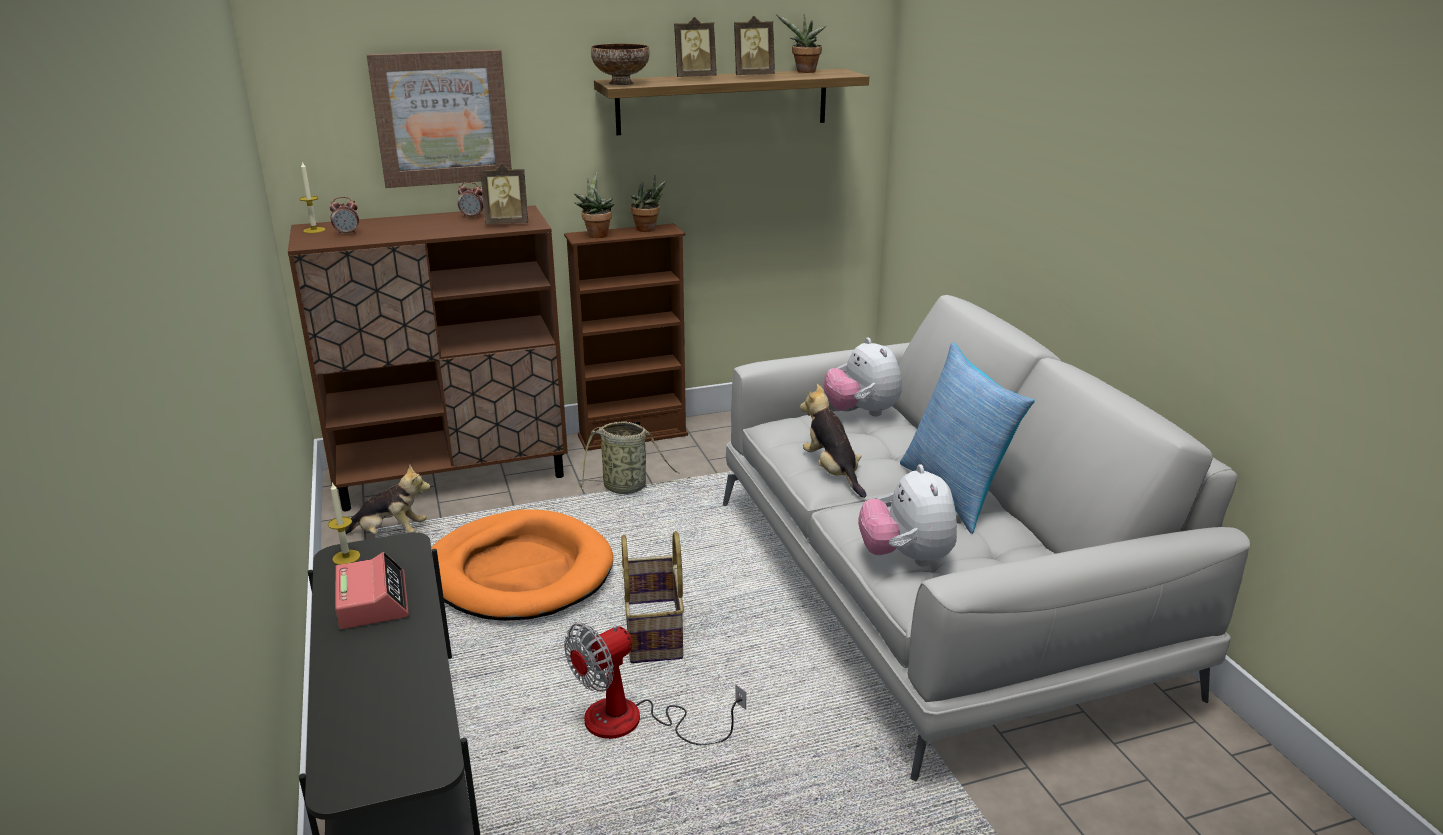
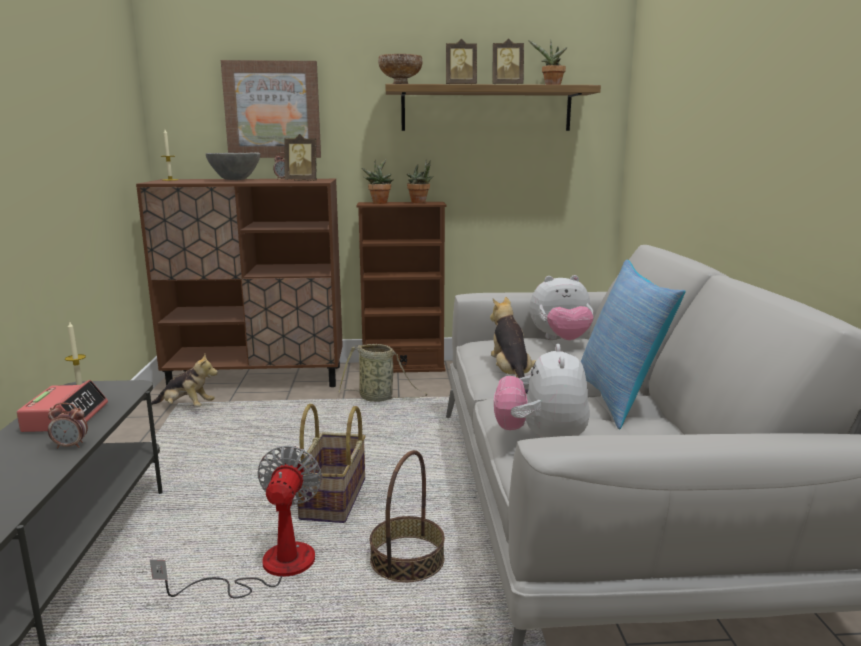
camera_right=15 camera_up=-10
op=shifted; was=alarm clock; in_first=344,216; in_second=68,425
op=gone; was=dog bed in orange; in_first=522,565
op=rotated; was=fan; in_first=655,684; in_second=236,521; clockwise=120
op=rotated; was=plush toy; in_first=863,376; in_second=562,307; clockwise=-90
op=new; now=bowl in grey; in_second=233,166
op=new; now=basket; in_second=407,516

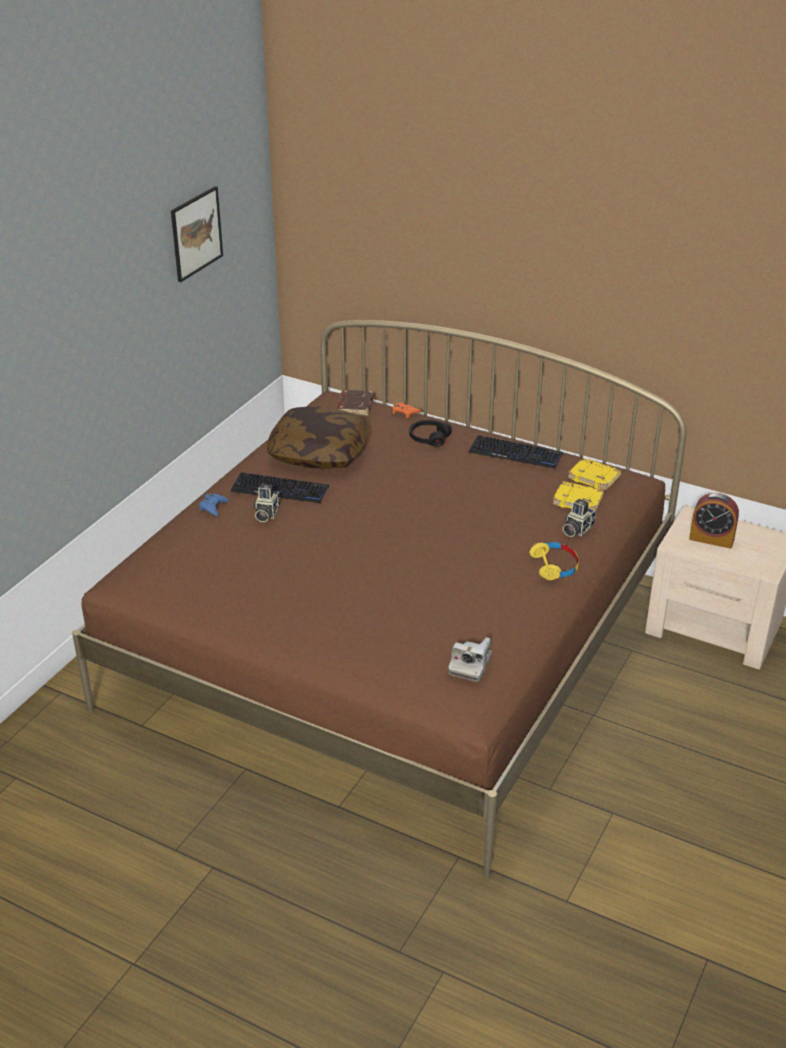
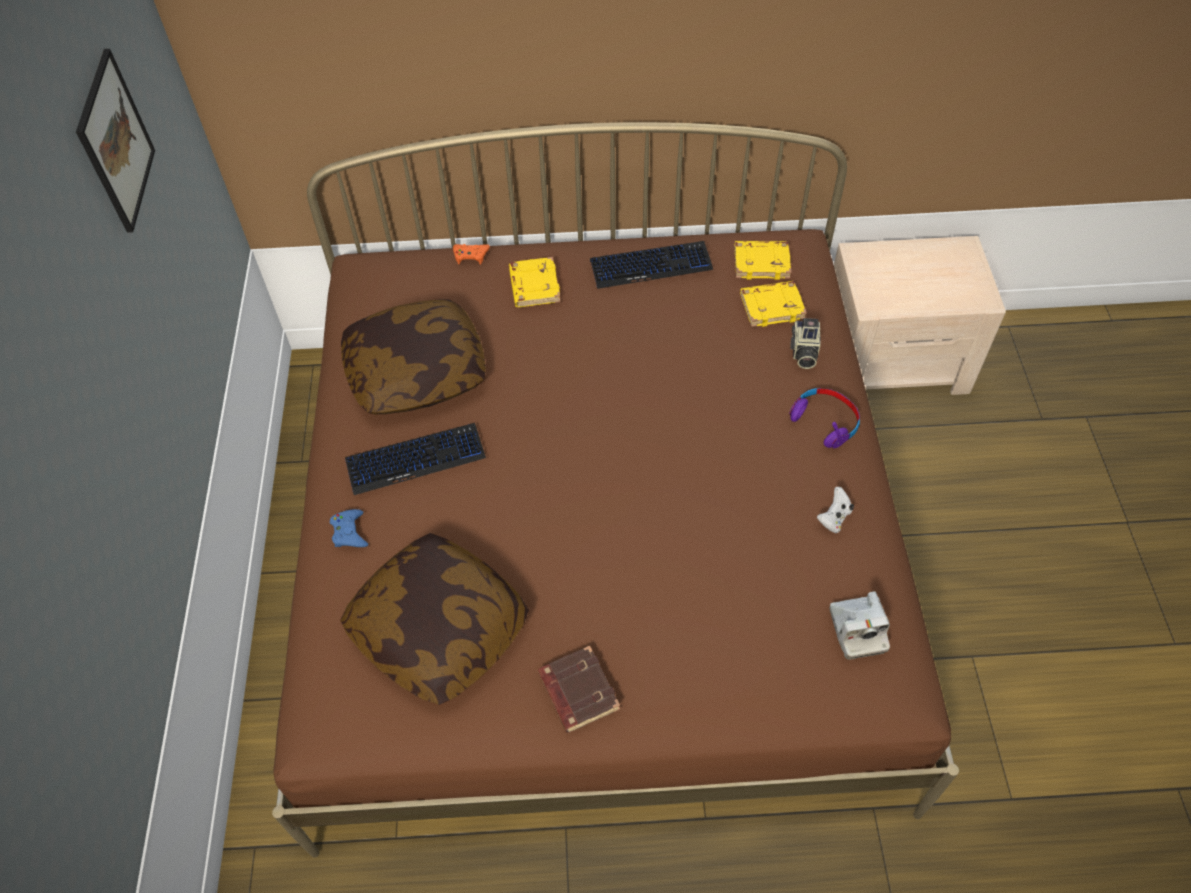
camera_right=-30 camera_up=20
op=gone; was=photo camera; in_first=266,503
op=shifted; was=book in brown; in_first=355,403; in_second=579,689
op=swapped; was=headphones in black; now=book in yellow; in_first=430,433; in_second=535,282
op=repainted; was=headphones in yellow; now=headphones in purple; in_first=554,561; in_second=824,418
op=gone; was=alarm clock; in_first=714,521
op=new; now=pillow; in_second=434,619
op=new; now=game controller in white; in_second=835,510

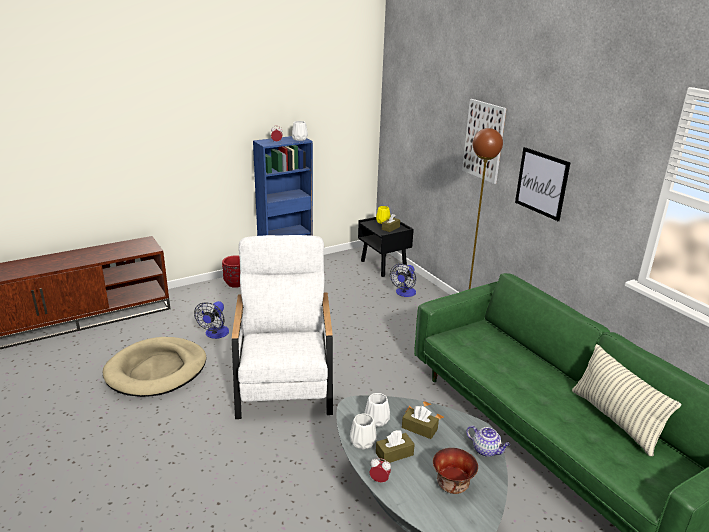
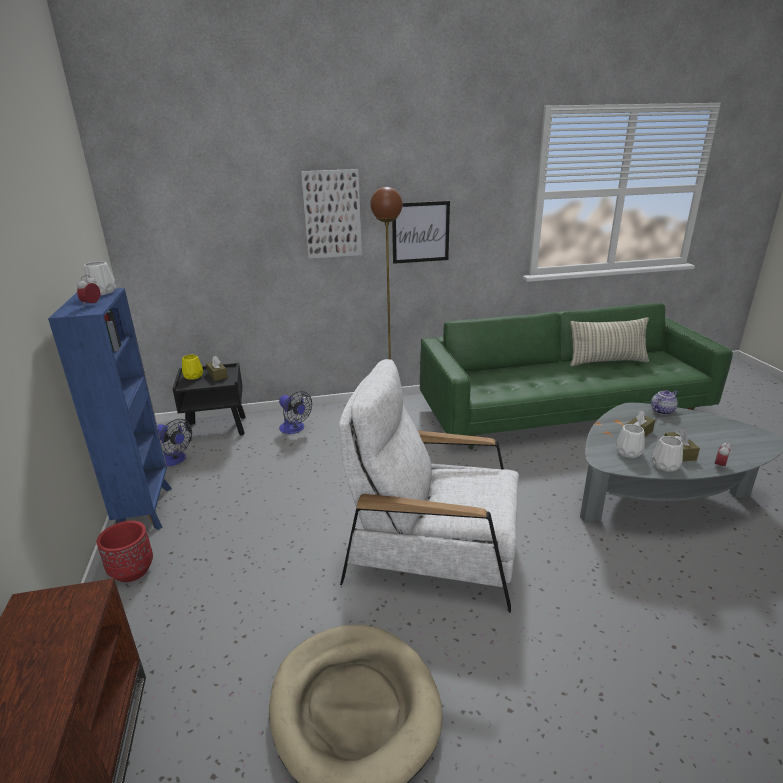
camera_right=-70 camera_up=0
op=shifted; was=fan; in_first=211,320; in_second=174,443
op=gone; was=bowl; in_first=455,471

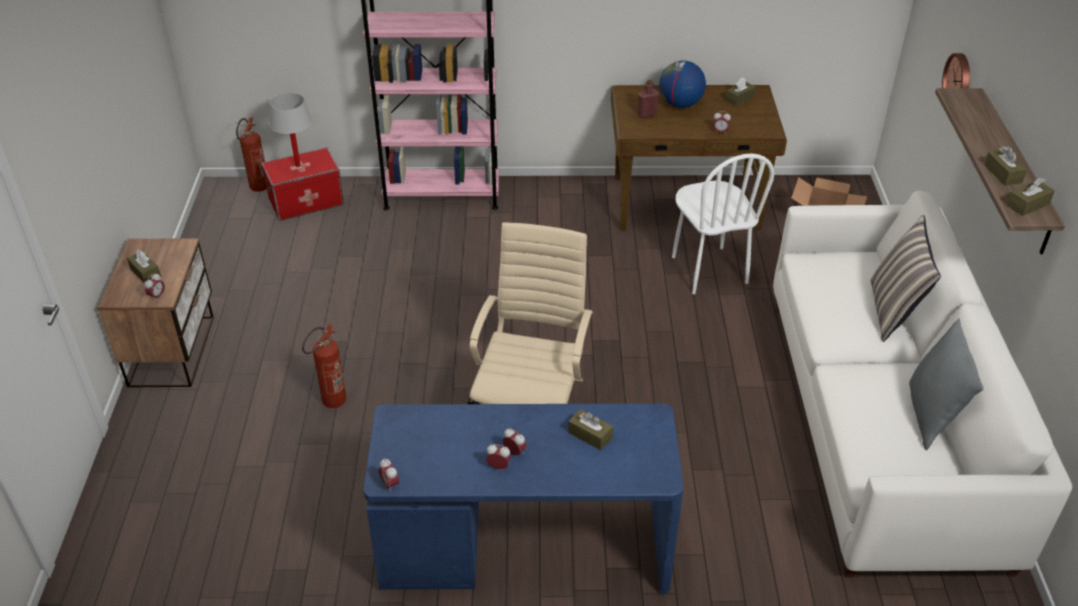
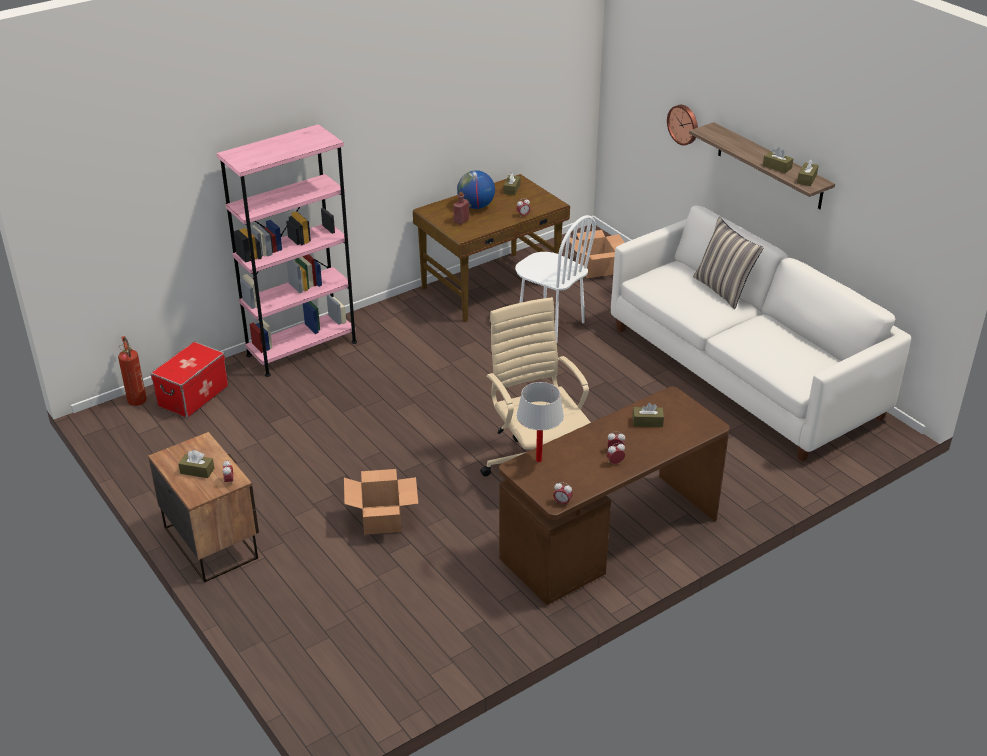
camera_right=-35 camera_up=-5
op=shifted; was=table lamp in white; in_first=290,130; in_second=540,422
op=swapped; was=fire extinguisher; now=cardboard box; in_first=324,365; in_second=381,502
op=repainted; was=desk in blue; now=desk in brown; in_first=523,499; in_second=614,496
op=gone; was=pillow in grey; in_first=946,384

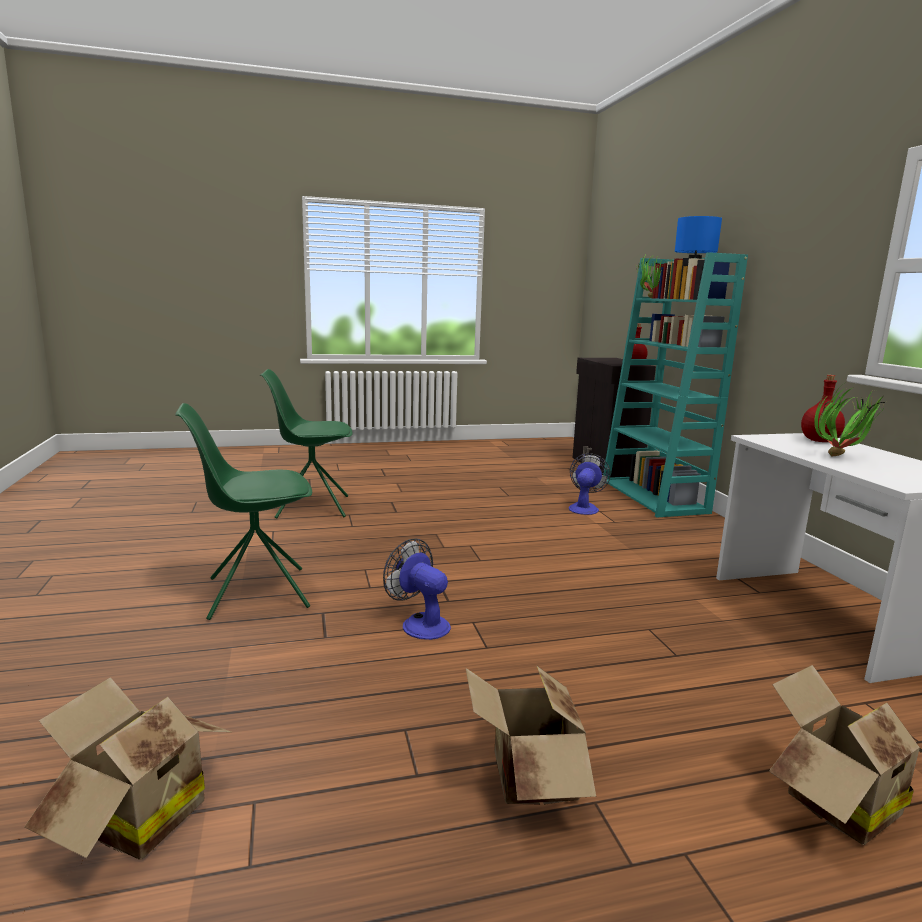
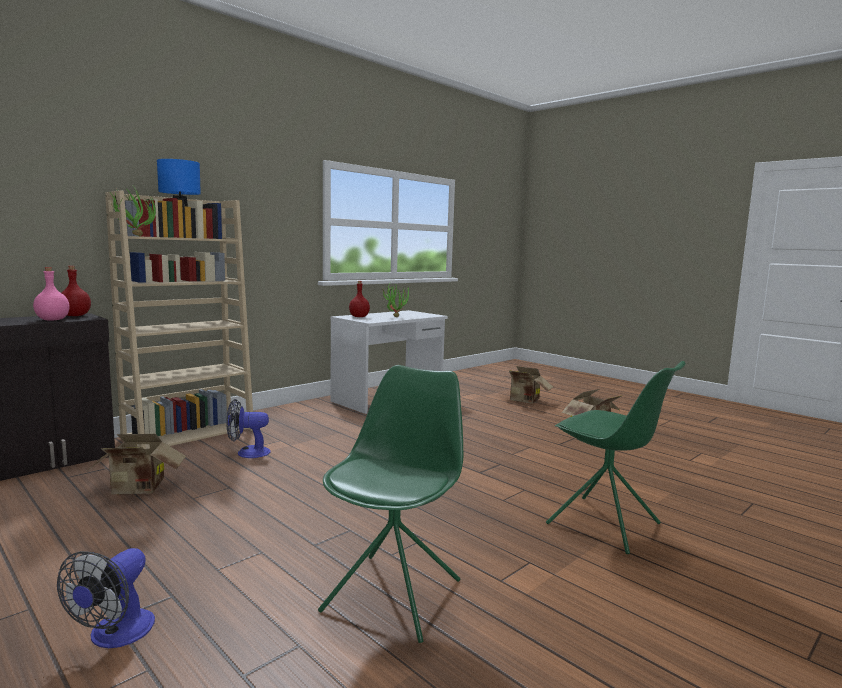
camera_right=-120 camera_up=-5
op=shifted; was=cardboard box; in_first=127,768; in_second=136,464
op=rotated; was=chair in green; in_first=306,444; in_second=390,504; clockwise=-120
op=shifted; was=fan; in_first=417,589; in_second=106,598
op=repainted; was=bookcase in turquoise; now=bookcase in beige; in_first=675,384; in_second=179,319
op=new; now=bottle in pink; in_second=51,294

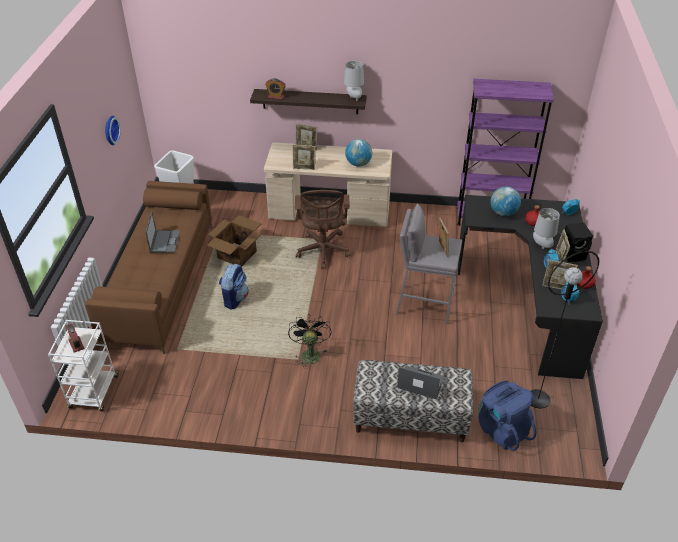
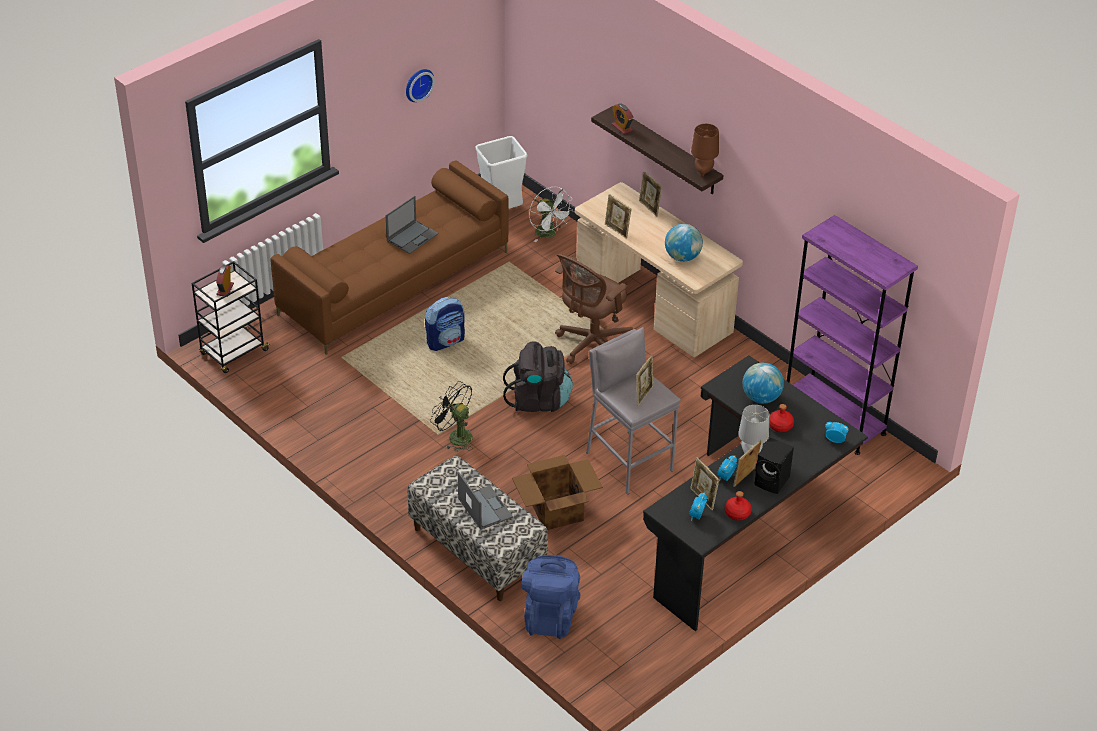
camera_right=40 camera_up=0
op=repainted; was=cart in white; now=cart in black; in_first=83,365; in_second=231,317
op=shifted; was=cardboard box; in_first=234,241; in_second=557,492
op=rotated; was=fan in black; in_first=309,342; in_second=451,416; clockwise=-90
op=repainted; was=table lamp in grey; now=table lamp in brown; in_first=354,81; in_second=705,150
op=gone; was=floor lamp in black; in_first=565,330
op=new; now=backpack in black; in_second=538,376
op=new; now=fan in white; in_second=551,214

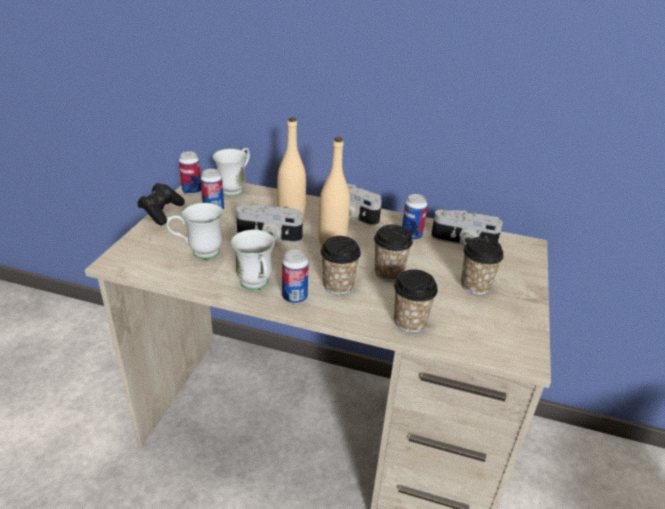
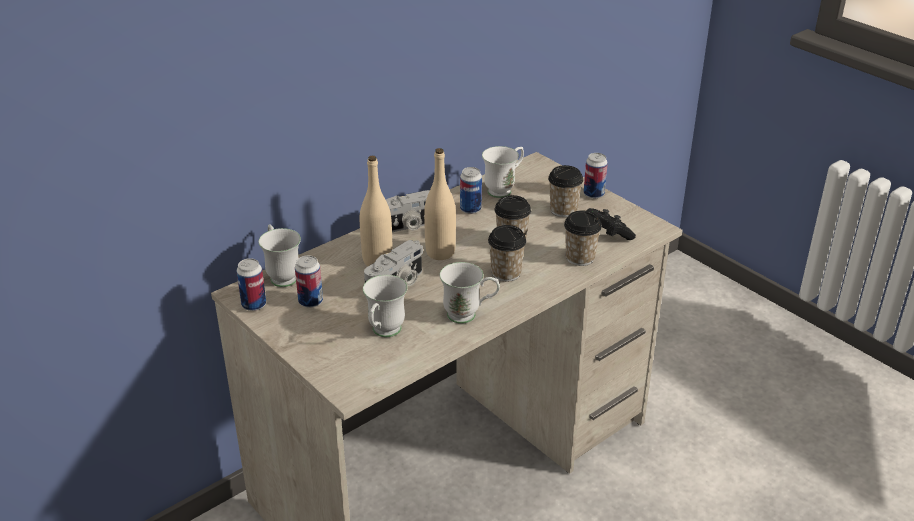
camera_right=-55 camera_up=0
op=shifted; was=game controller in black; in_first=161,204; in_second=611,224
op=shifted; was=can; in_first=295,277; in_second=596,176
op=swapped; was=photo camera; now=mug in white; in_first=467,228; in_second=503,172

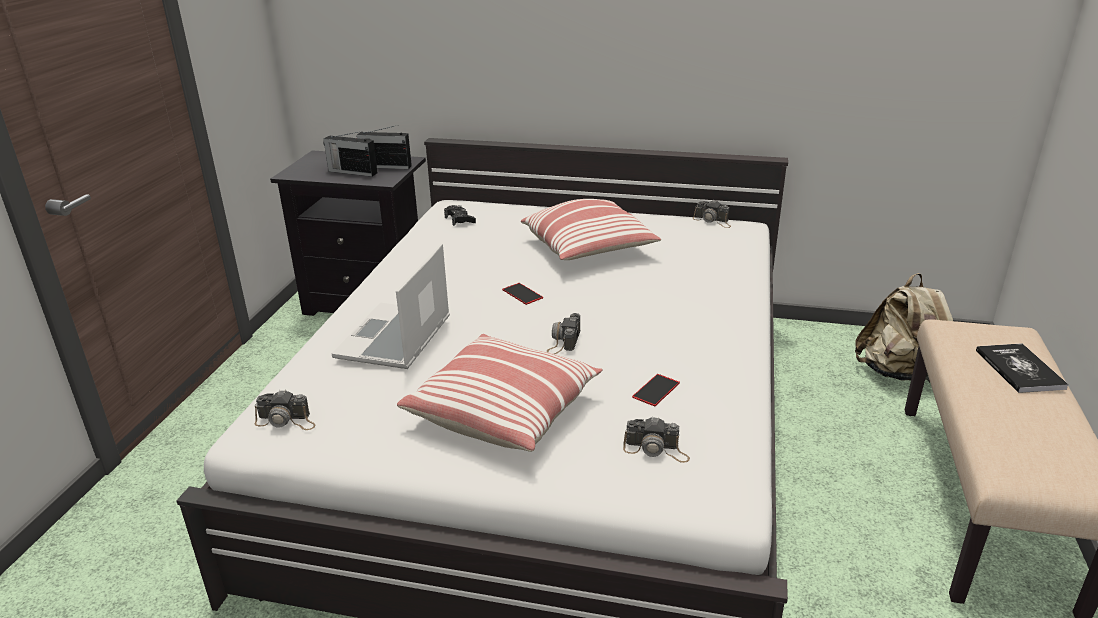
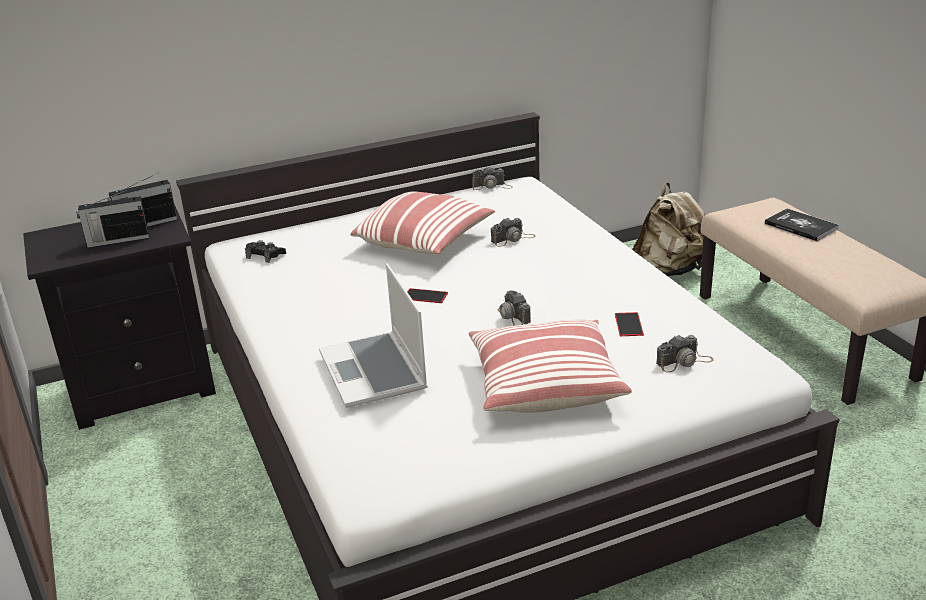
camera_right=-35 camera_up=0
op=shifted; was=photo camera; in_first=285,410; in_second=513,232

